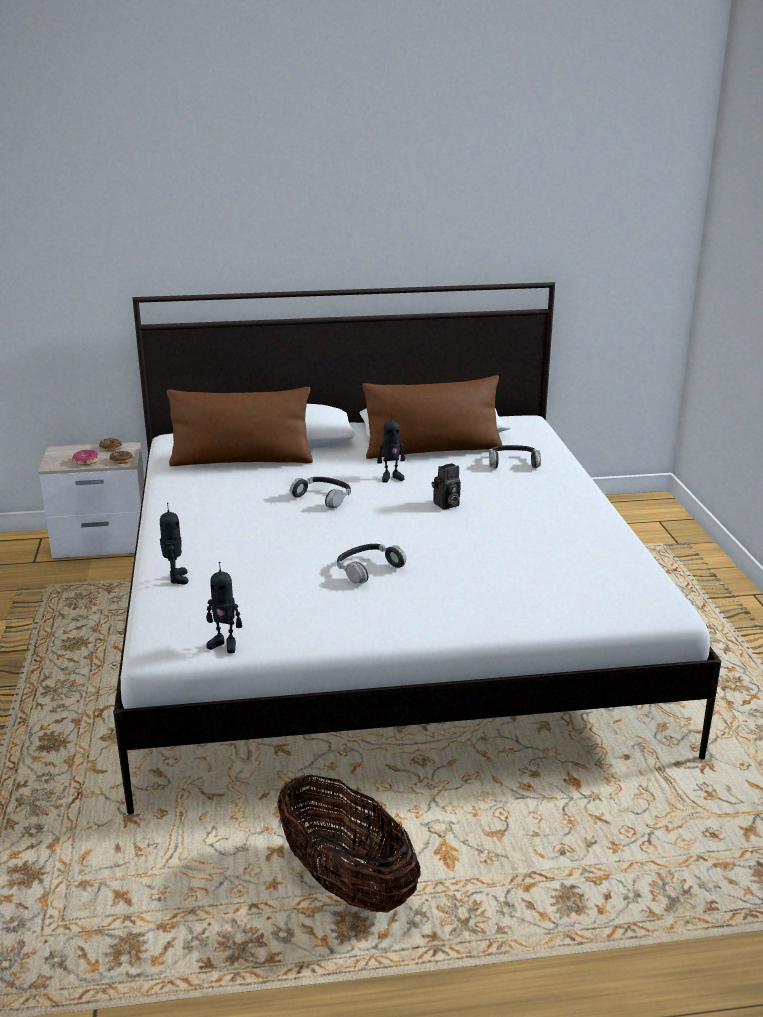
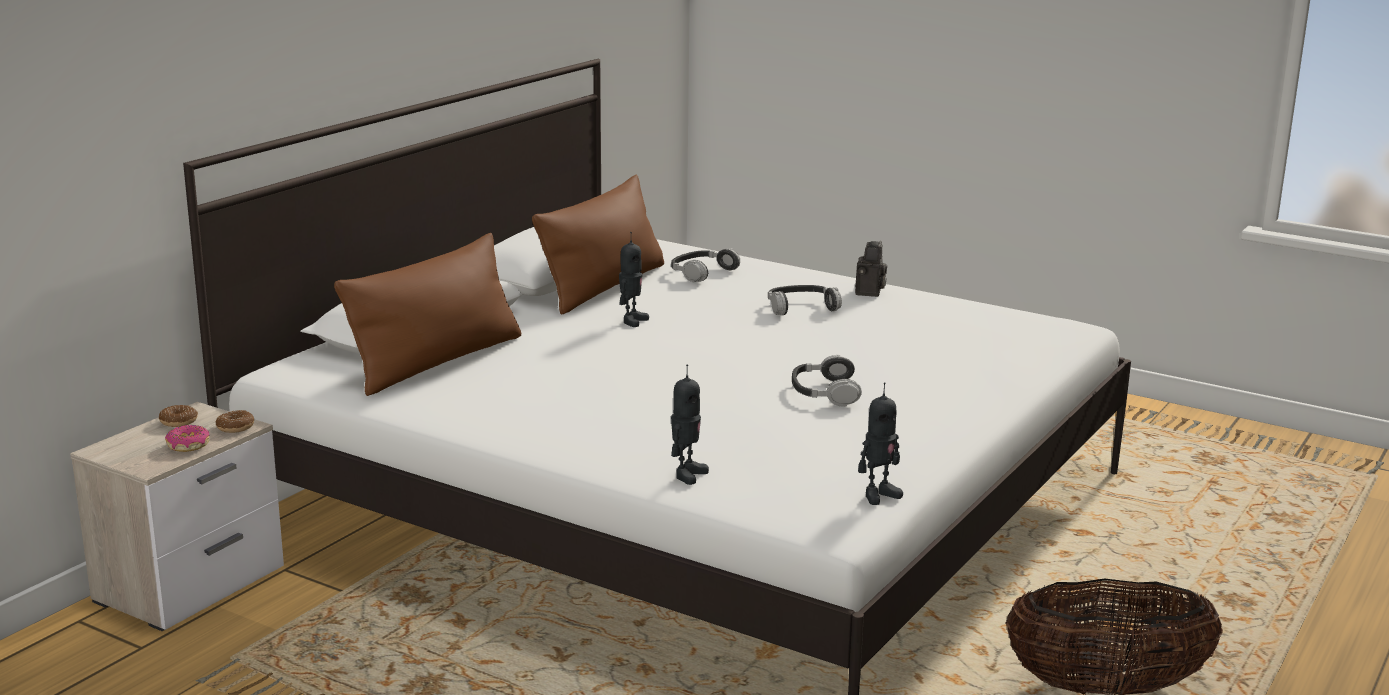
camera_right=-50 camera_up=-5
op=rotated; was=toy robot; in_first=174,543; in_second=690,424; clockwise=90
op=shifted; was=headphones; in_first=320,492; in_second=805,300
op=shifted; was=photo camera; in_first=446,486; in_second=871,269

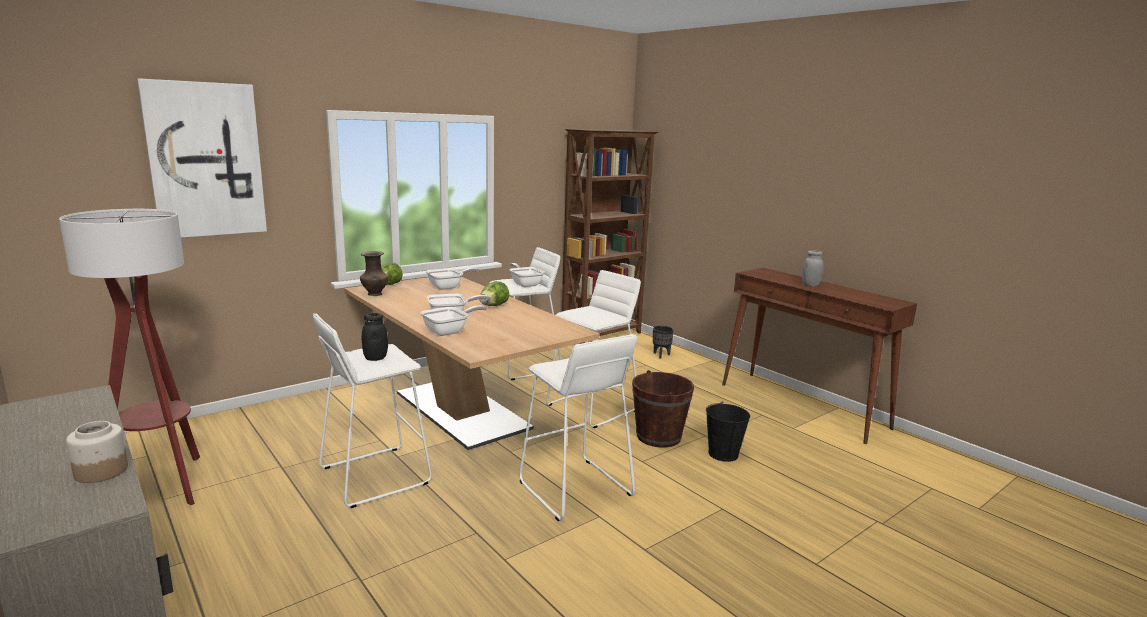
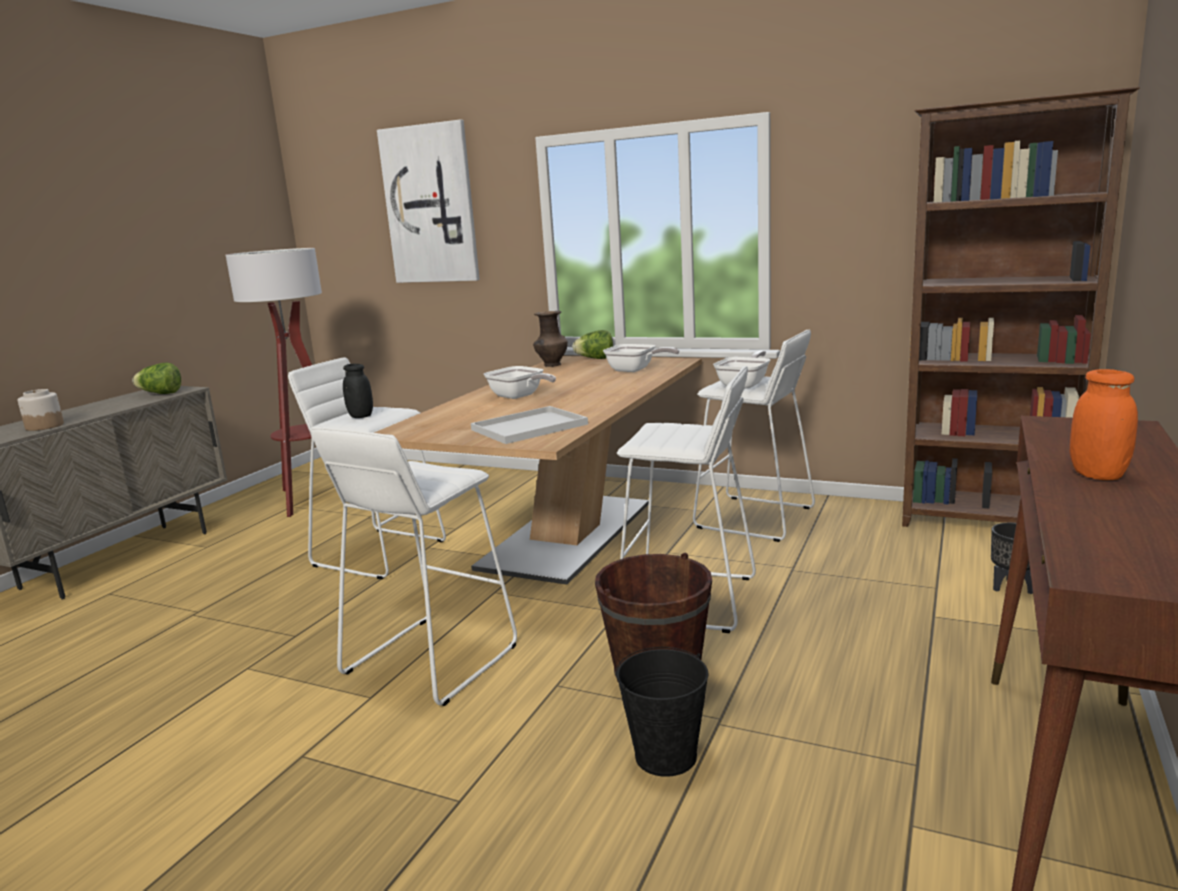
camera_right=65 camera_up=0
op=gone; was=frying pan; in_first=454,320
op=shifted; was=lettuce; in_first=494,293; in_second=156,378
op=repainted; was=jar in grey; now=jar in orange; in_first=812,268; in_second=1104,424
op=new; now=tray in white; in_second=529,425

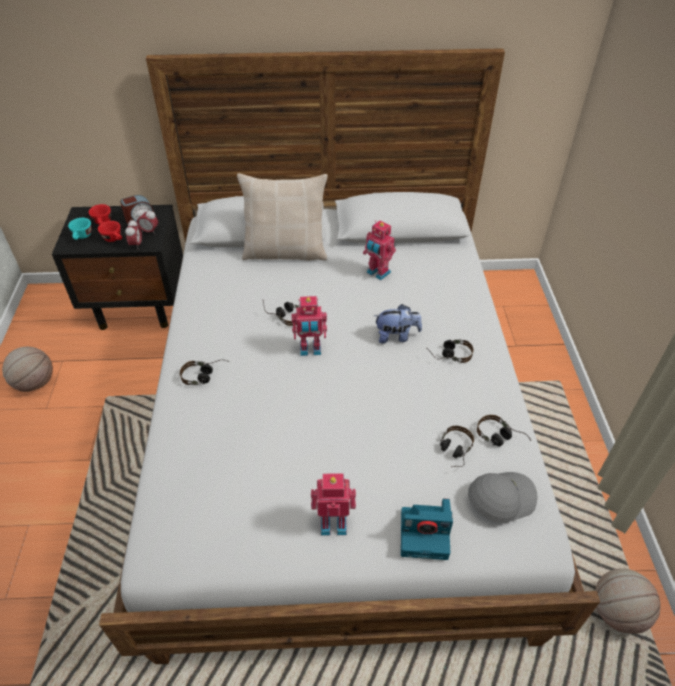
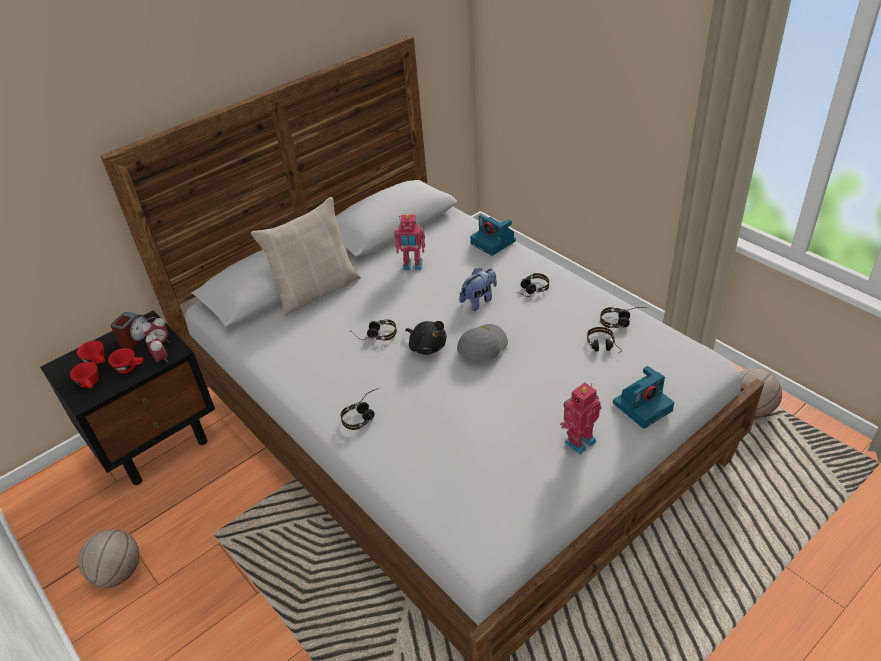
camera_right=-35 camera_up=-5
op=repainted; was=cup in turquoise; now=cup in red; in_first=79,229; in_second=84,375
op=swapped; was=toy robot; now=plush toy in black; in_first=309,326; in_second=425,338
op=shifted; was=cap in grey; in_first=502,497; in_second=482,342
op=new; now=photo camera; in_second=493,235

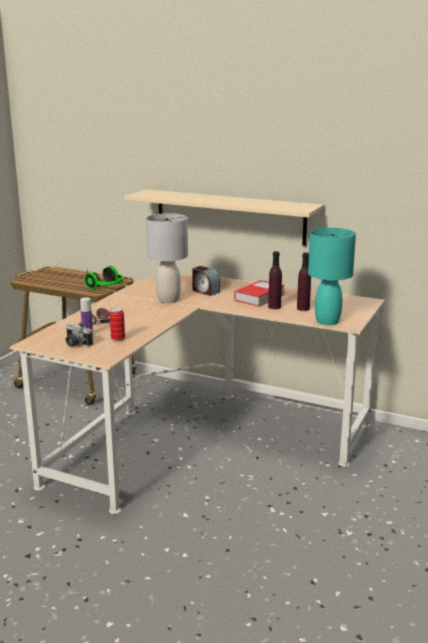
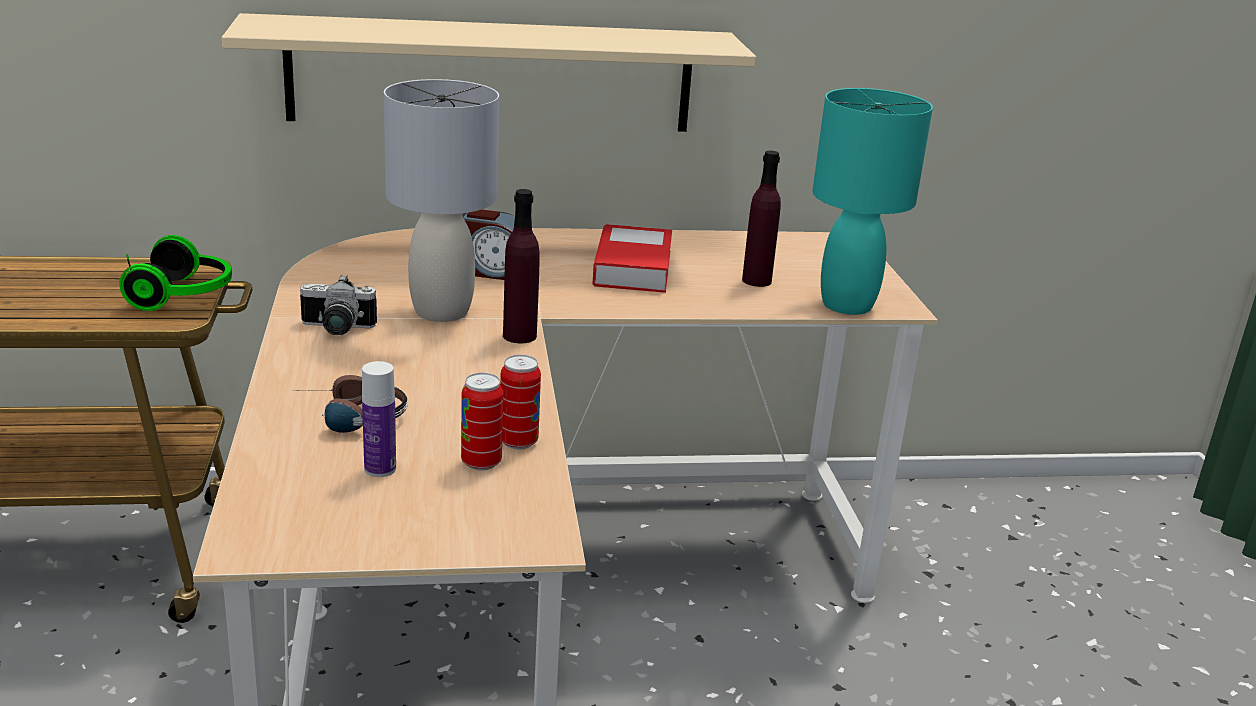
camera_right=-35 camera_up=5
op=shifted; was=photo camera; in_first=79,334; in_second=338,305
op=shifted; was=bottle in purple; in_first=275,280; in_second=521,266
op=new; now=can; in_second=520,402

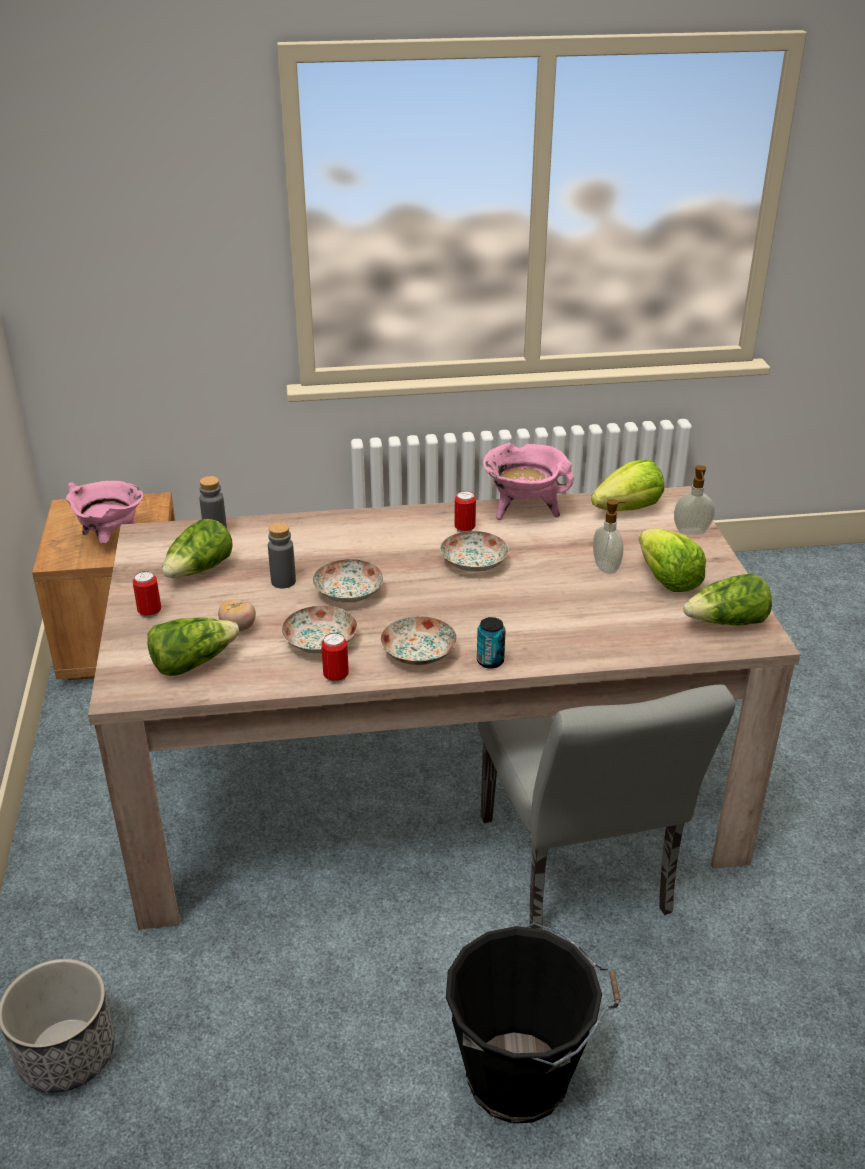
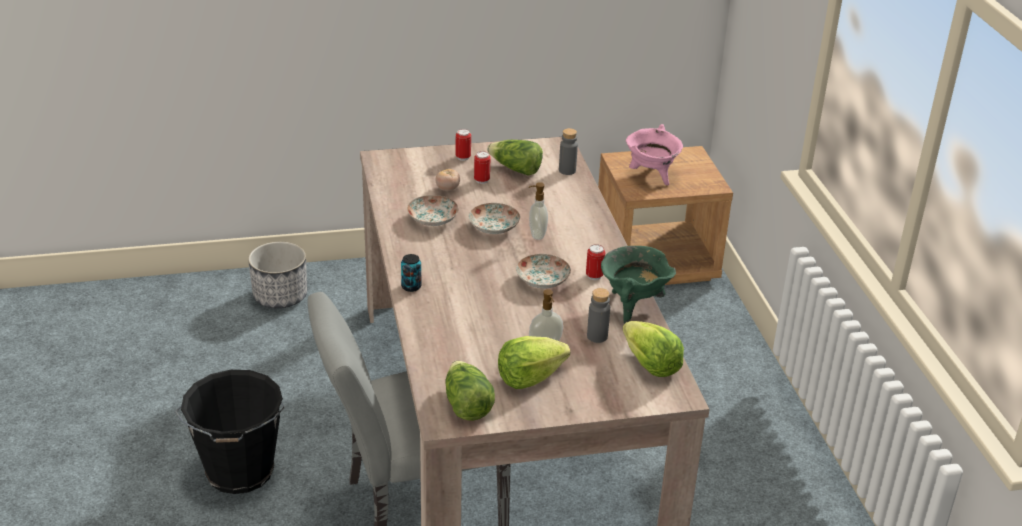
camera_right=85 camera_up=0
op=gone; was=lettuce; in_first=193,646
op=shifted; was=bottle in grey; in_first=282,555; in_second=598,315
op=shifted; was=can; in_first=335,658; in_second=482,167
op=gone; was=plate; in_first=418,640
op=repainted; was=cooking pot in pink; now=cooking pot in green; in_first=528,481; in_second=638,285
op=shifted; was=soap dispenser; in_first=694,500; in_second=538,211

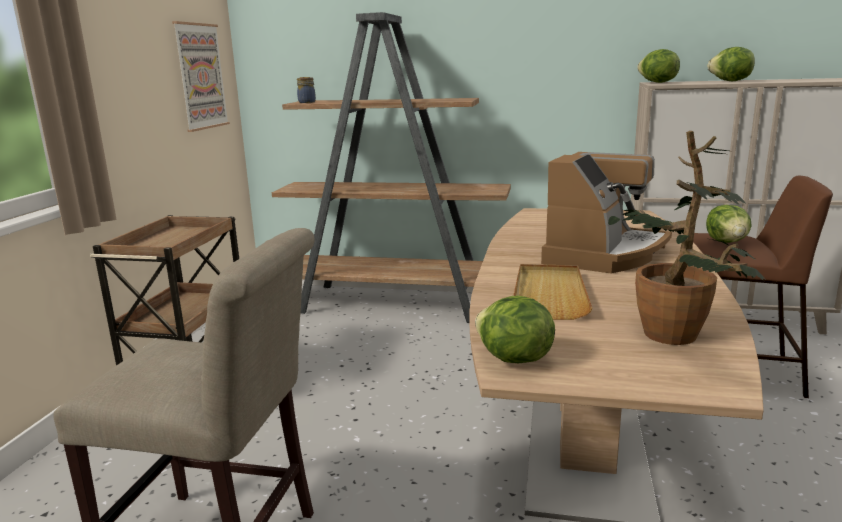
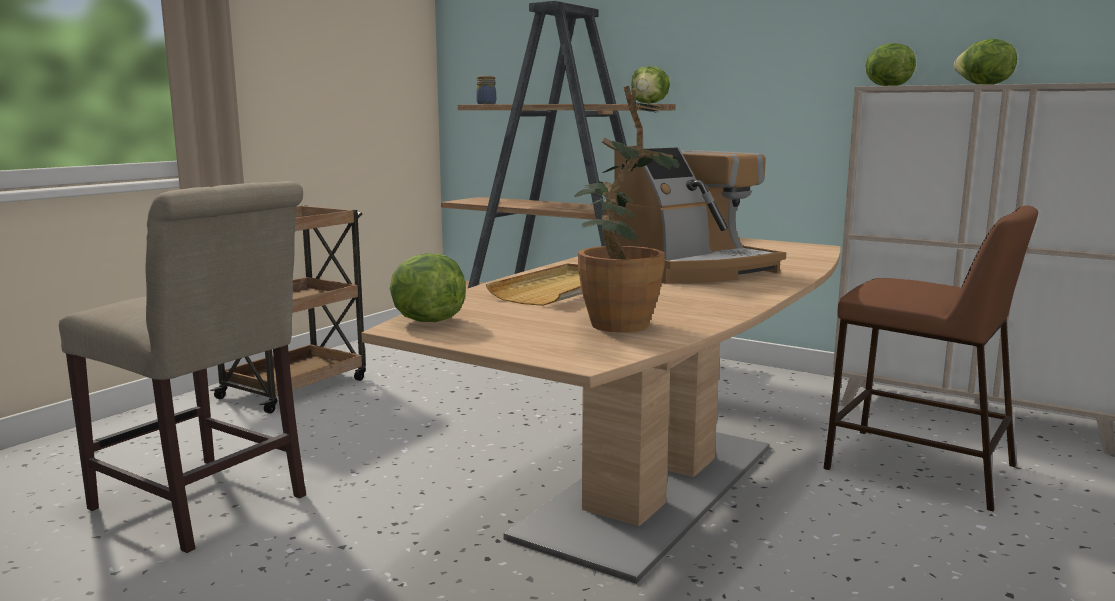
camera_right=20 camera_up=-5
op=gone; was=picture; in_first=201,76
op=shifted; was=lettuce; in_first=729,224; in_second=650,85

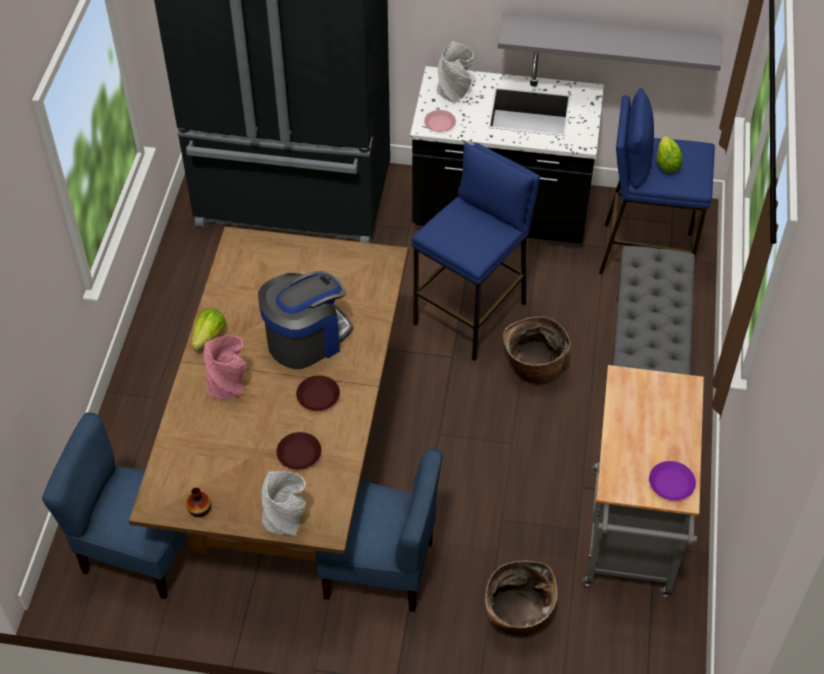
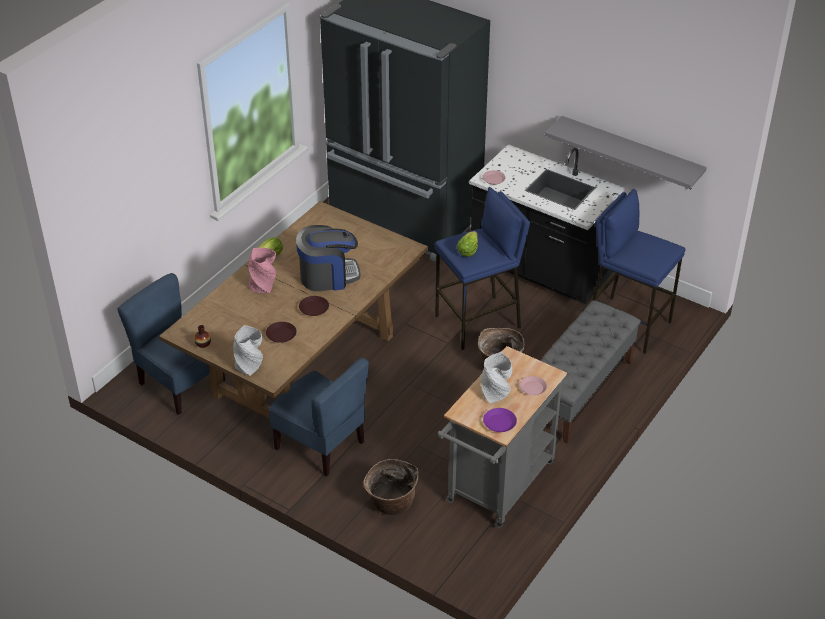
camera_right=25 camera_up=-10
op=shifted; was=vase in grey; in_first=455,72; in_second=496,377
op=shifted; was=lettuce; in_first=669,154; in_second=467,244
op=new; now=plate in pink; in_second=533,385

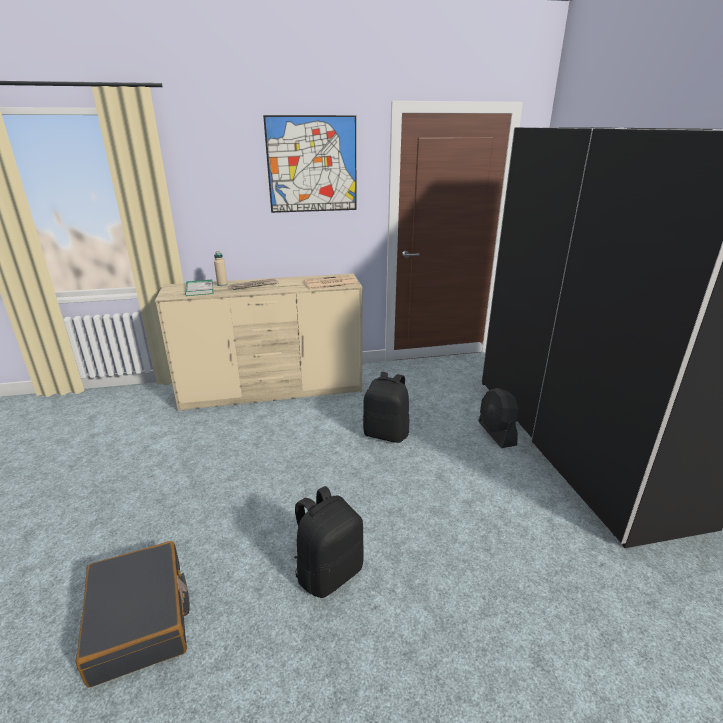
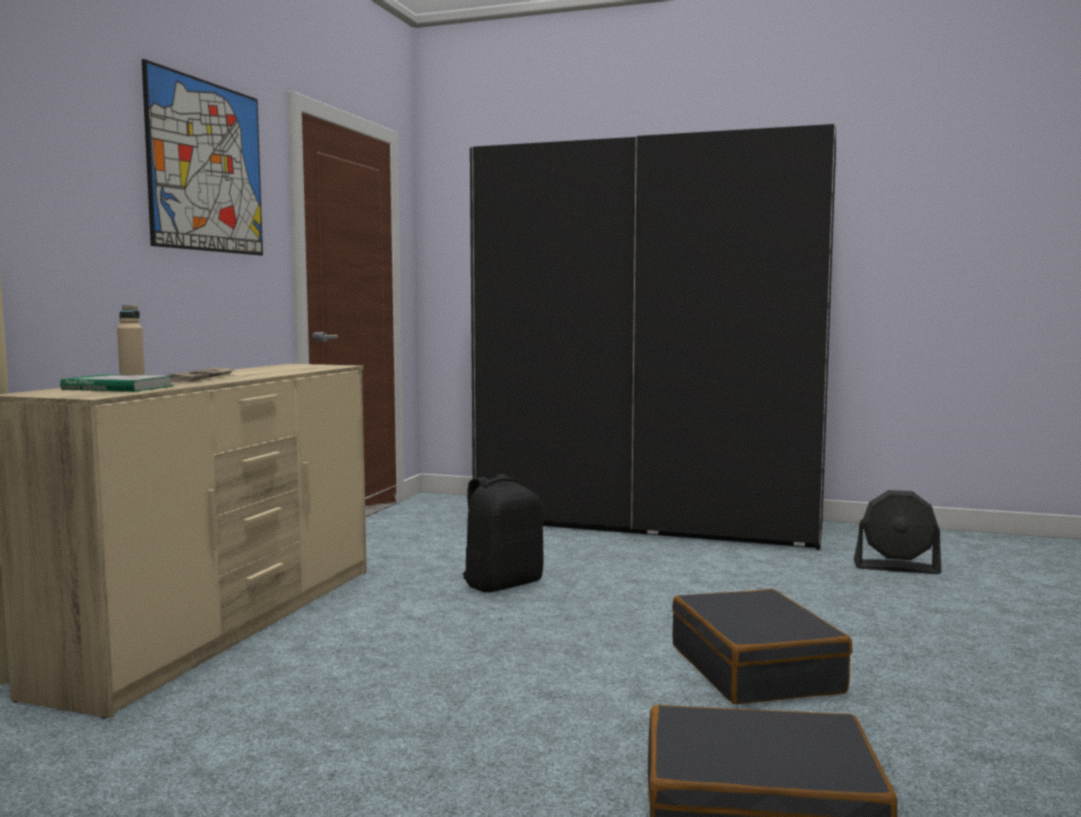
camera_right=-60 camera_up=-20
op=swapped; was=backpack in black; now=suitcase in black; in_first=329,542; in_second=762,646
op=gone; was=newspaper; in_first=331,282
op=shifted; was=fan in black; in_first=498,418; in_second=897,532

